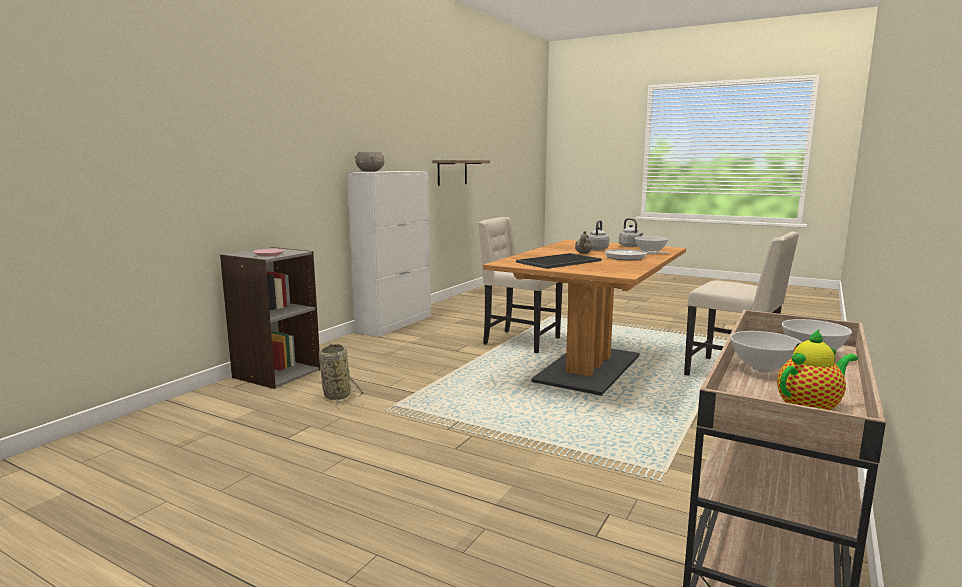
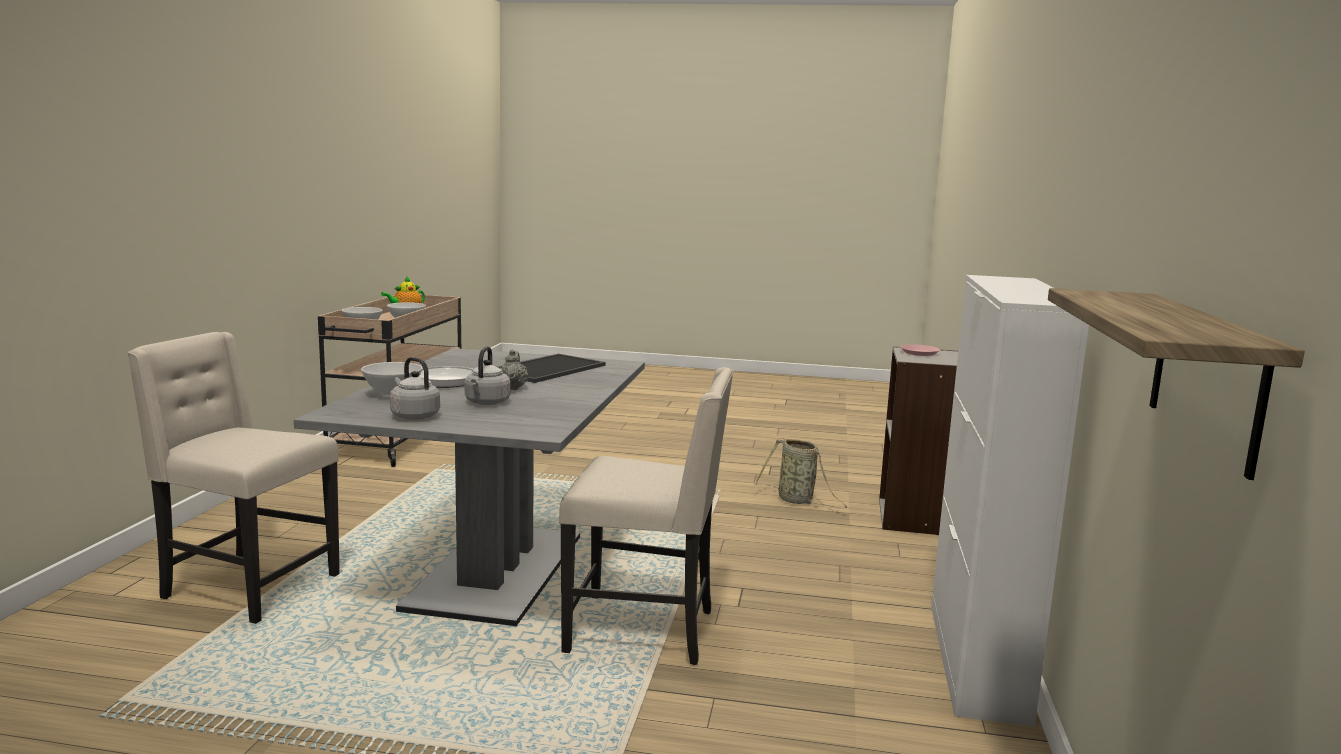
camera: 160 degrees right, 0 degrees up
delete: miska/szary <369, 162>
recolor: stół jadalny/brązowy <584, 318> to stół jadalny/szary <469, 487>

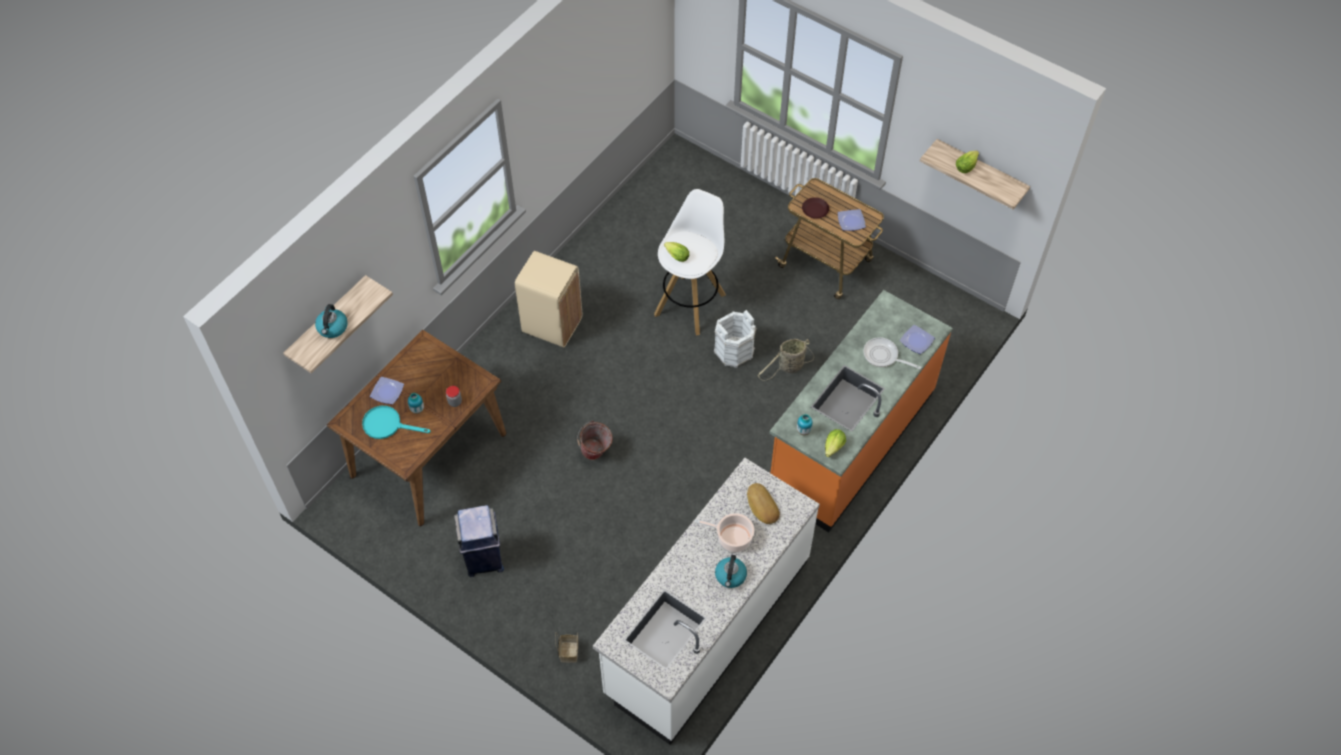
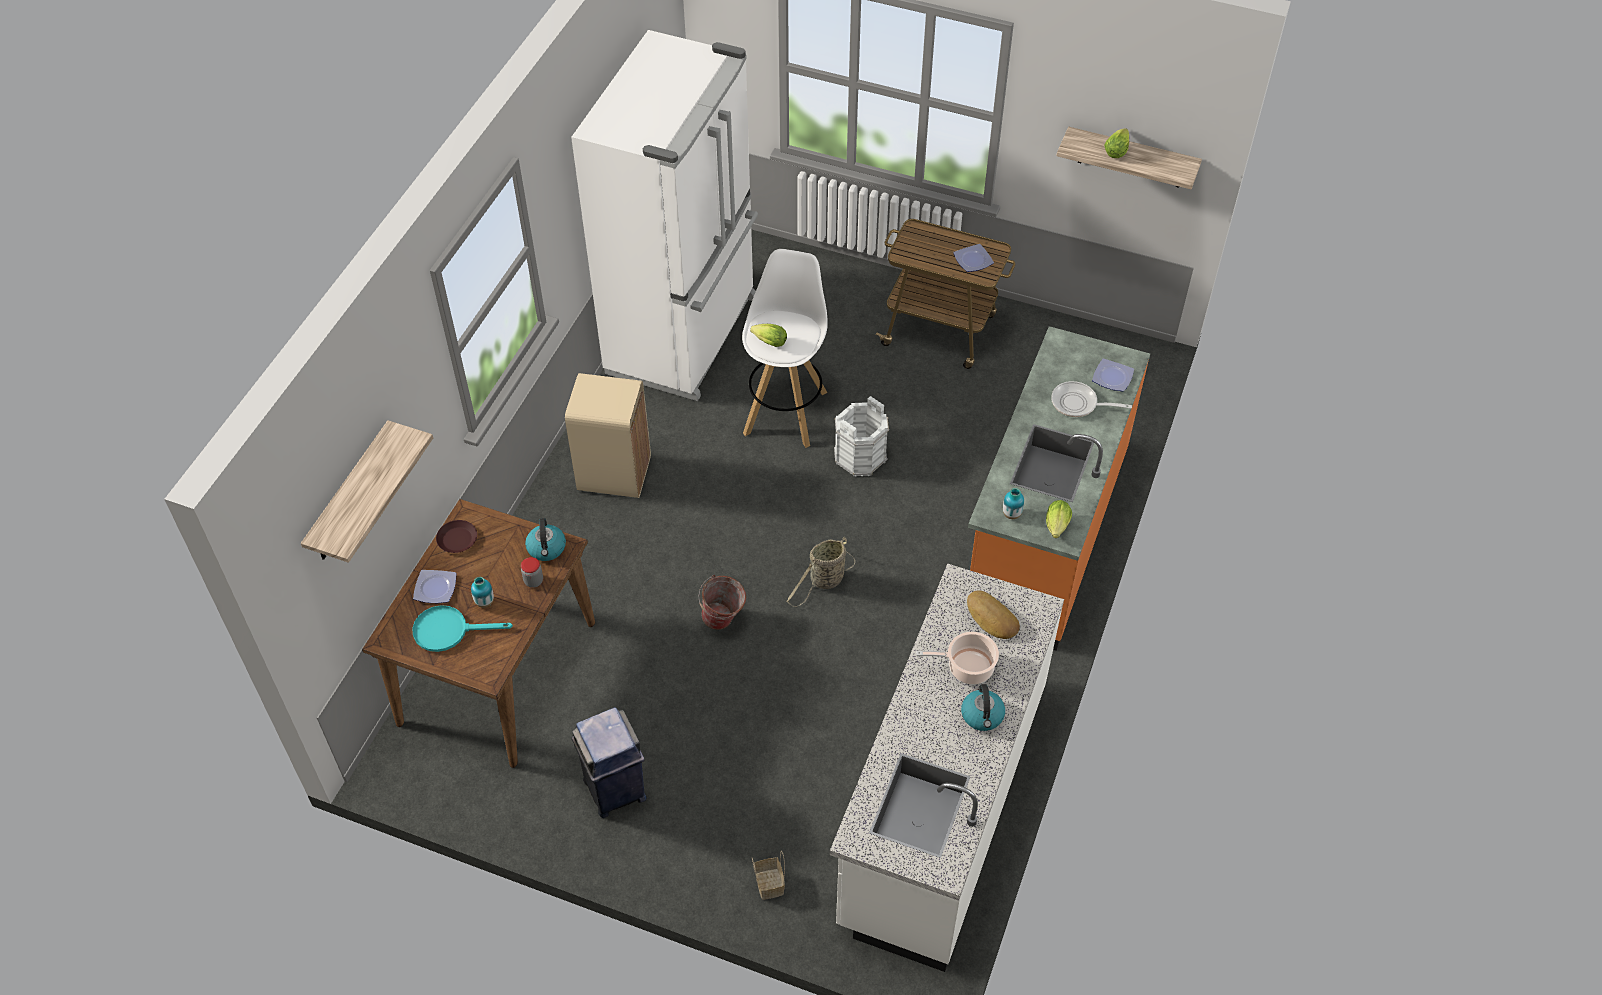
camera: 15 degrees left, 5 degrees down
insert: lodówka/biały <664, 215>
move: talerz/brązowy <815, 208> to <456, 536>; czajnik <331, 321> to <545, 539>; koszyk <785, 360> to <820, 572>

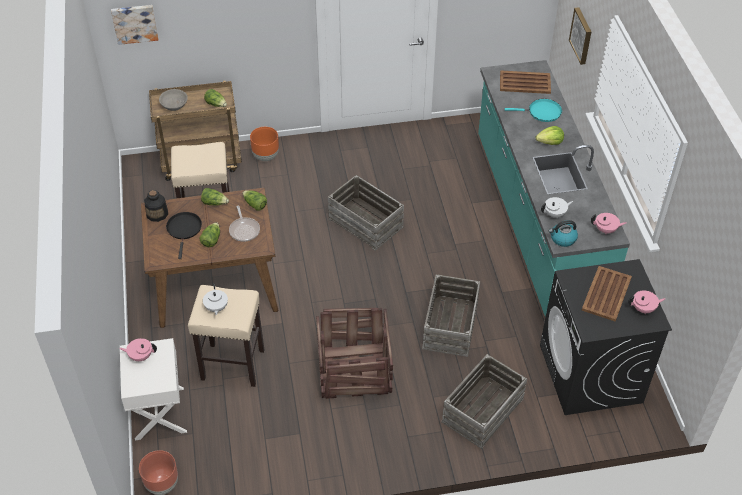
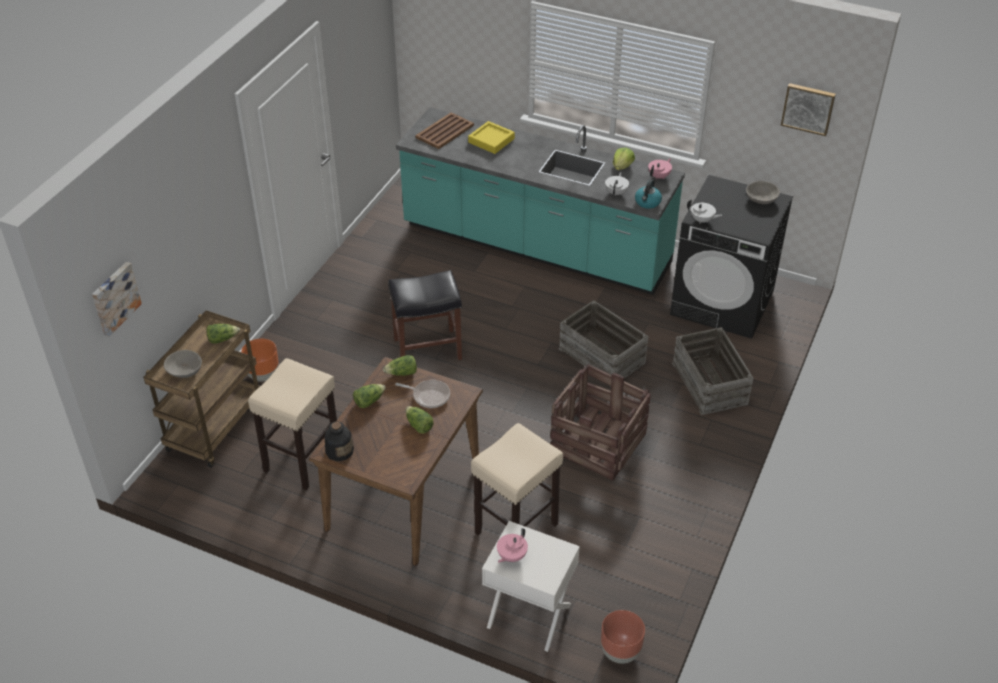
camera: 55 degrees left, 5 degrees down
delete: patelnia/czarny <184, 235>; taca/brązowy <607, 294>
move: obraz <580, 36> to <808, 109>; sałata <550, 135> to <624, 159>; imbryk/biały <215, 299> to <704, 211>
replace: patelnia/turkusowy <533, 110> to taca/żółty <491, 137>; skrzynka <366, 213> to stołek/czarny <425, 315>; imbryk/różowy <647, 302> to miska/szary <763, 192>

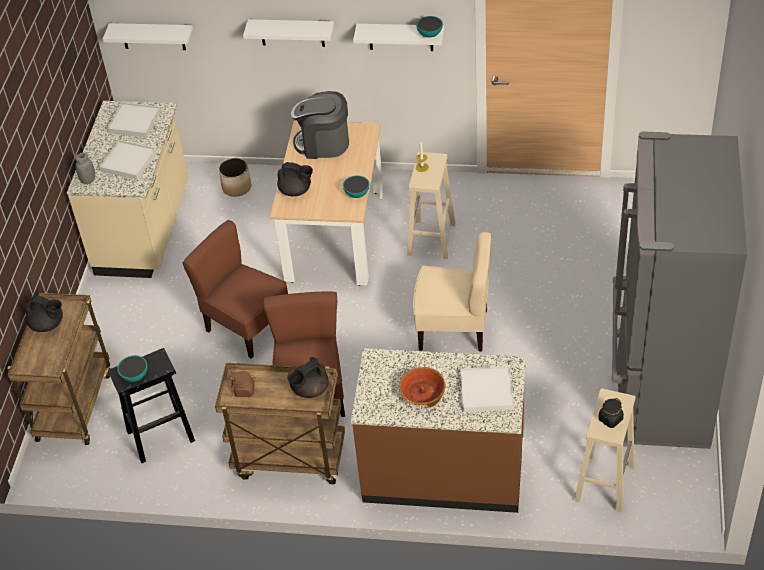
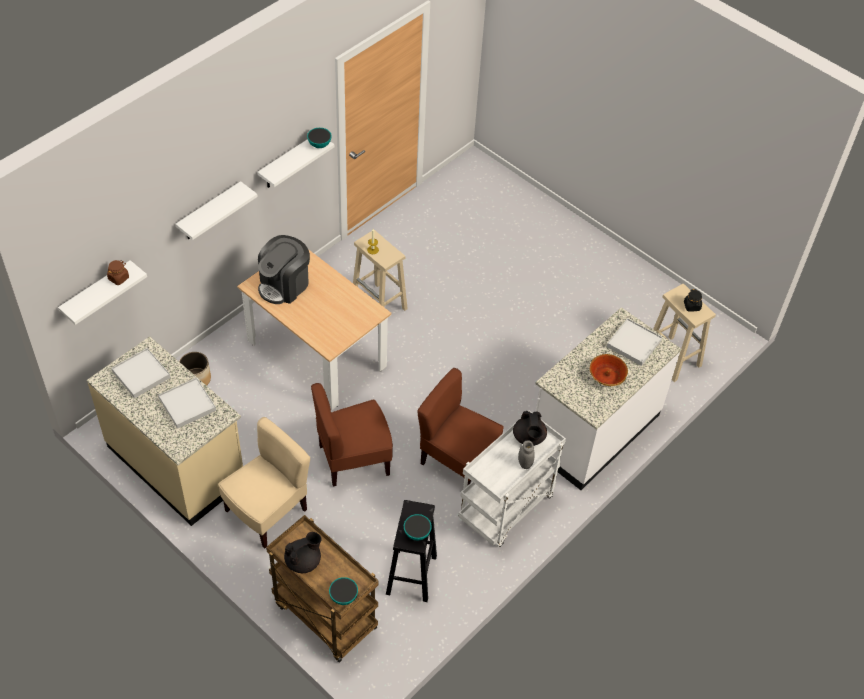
camera: 60 degrees left, 5 degrees up
delete: lodówka/szary <679, 290>; imbryk/czarny <295, 179>
move: słoik/szary <85, 168> to <526, 454>; miska <356, 186> to <343, 591>; krzesło/beżowy <452, 291> to <264, 482>; słoik/brązowy <243, 383> to <118, 272>
recolor: zabudowa kuchenna/brązowy <438, 430> to zabudowa kuchenna/biały <608, 398>; wózek/brązowy <280, 422> to wózek/biały <512, 479>

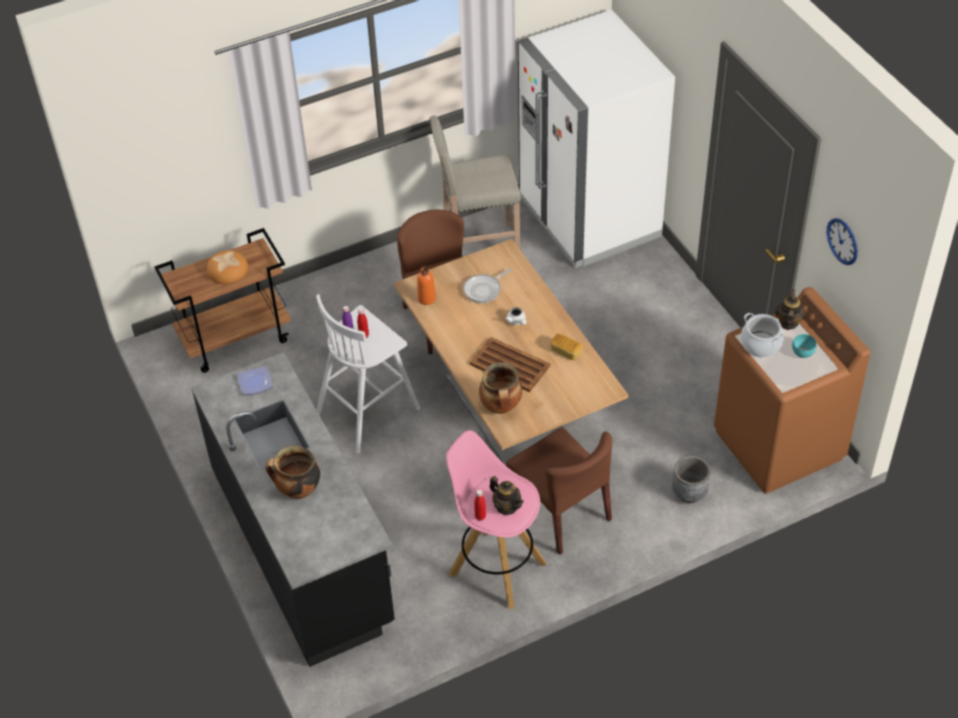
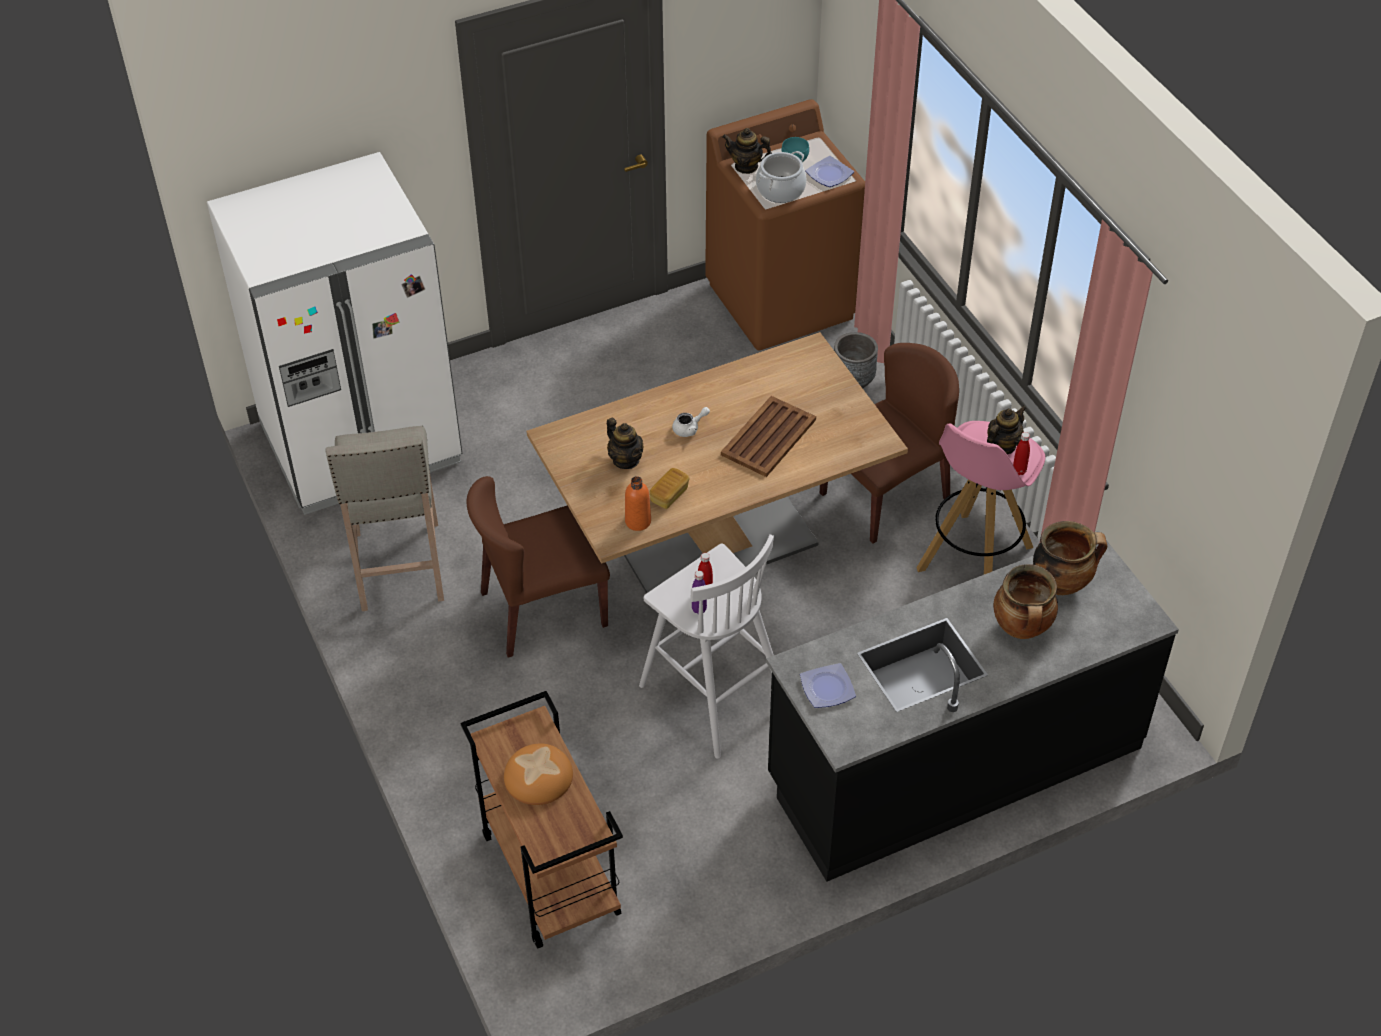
camera: 90 degrees left, 0 degrees up
delete: zegar ścienny <842, 241>
insert: talerz <829, 171>
move: chleb <567, 346> to <669, 488>; garnek <500, 388> to <1070, 558>
replace: patelnia <487, 285> to imbryk <625, 443>

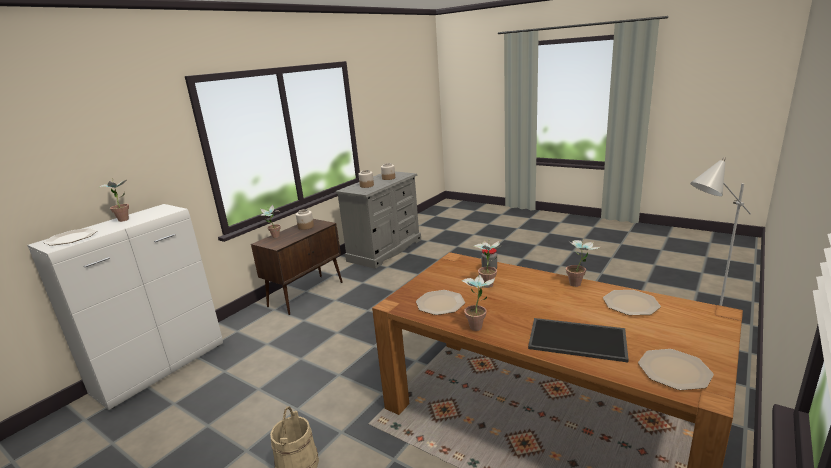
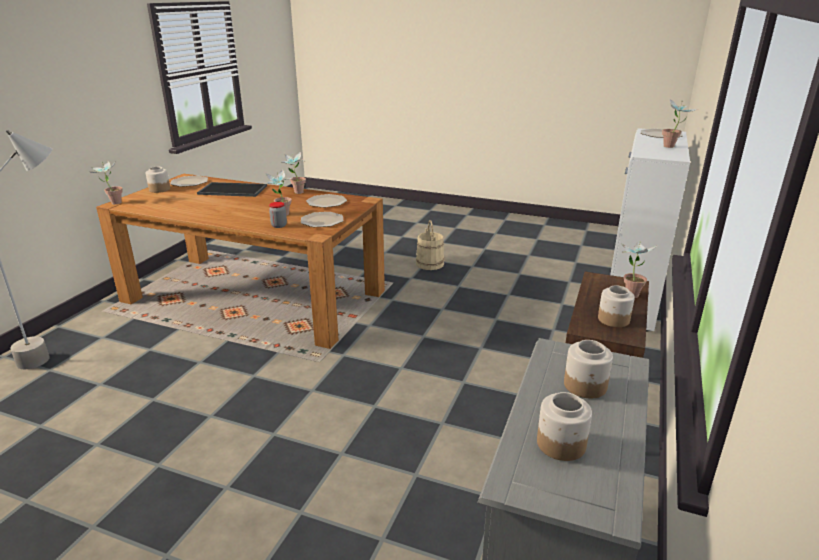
camera: 165 degrees right, 5 degrees up
insert: słoik <158, 180>
move: roślina doniczkowa <583, 263> to <106, 182>; talerz <632, 302> to <322, 219>

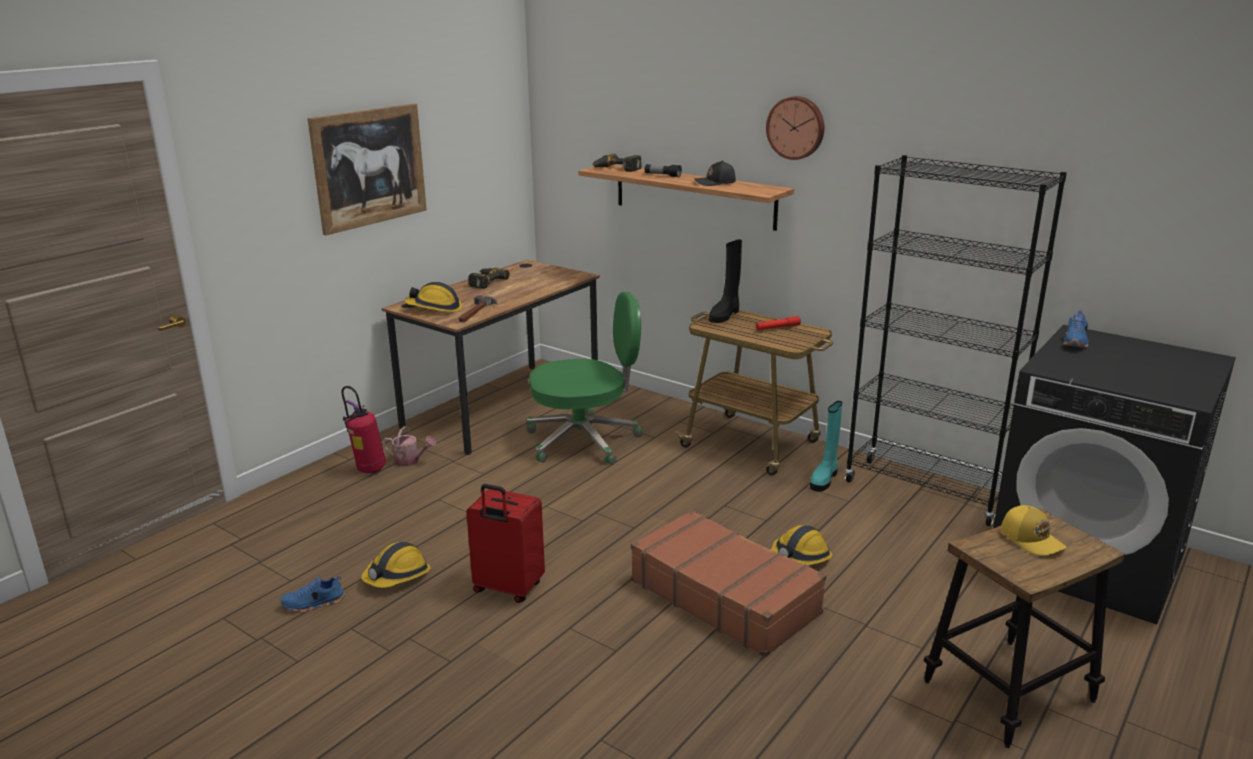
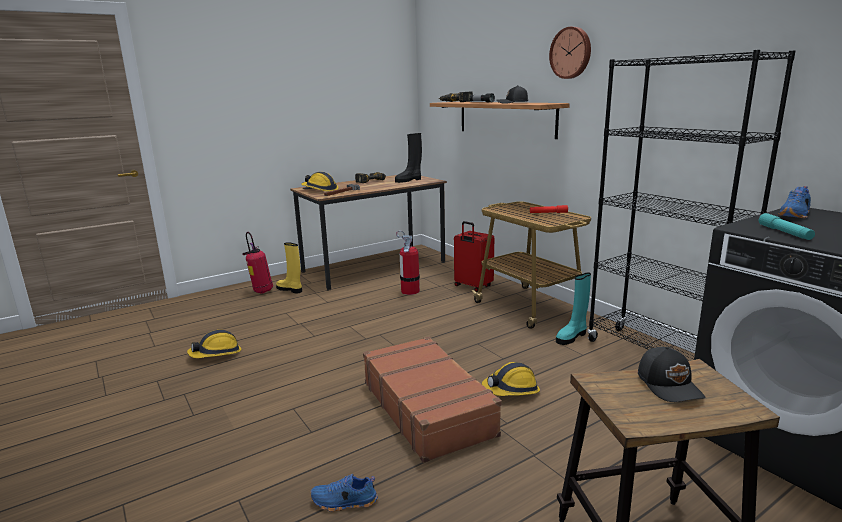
camera: 20 degrees right, 5 degrees down
delete: obraz <367, 169>
insert: latarka/turkusowy <787, 226>
move: but z cholewką/czarny <725, 281> to <408, 158>; walizka/czerwony <505, 543> to <474, 256>; but/niebieski <312, 594> to <344, 493>
replace: krzesło biurowe/zielony <584, 378> to gaśnica <408, 263>; konewka <409, 446> to but z cholewką/żółty <289, 267>
recolor: czapka z daszkiem/żółty <1034, 530> to czapka z daszkiem/czarny <672, 374>

